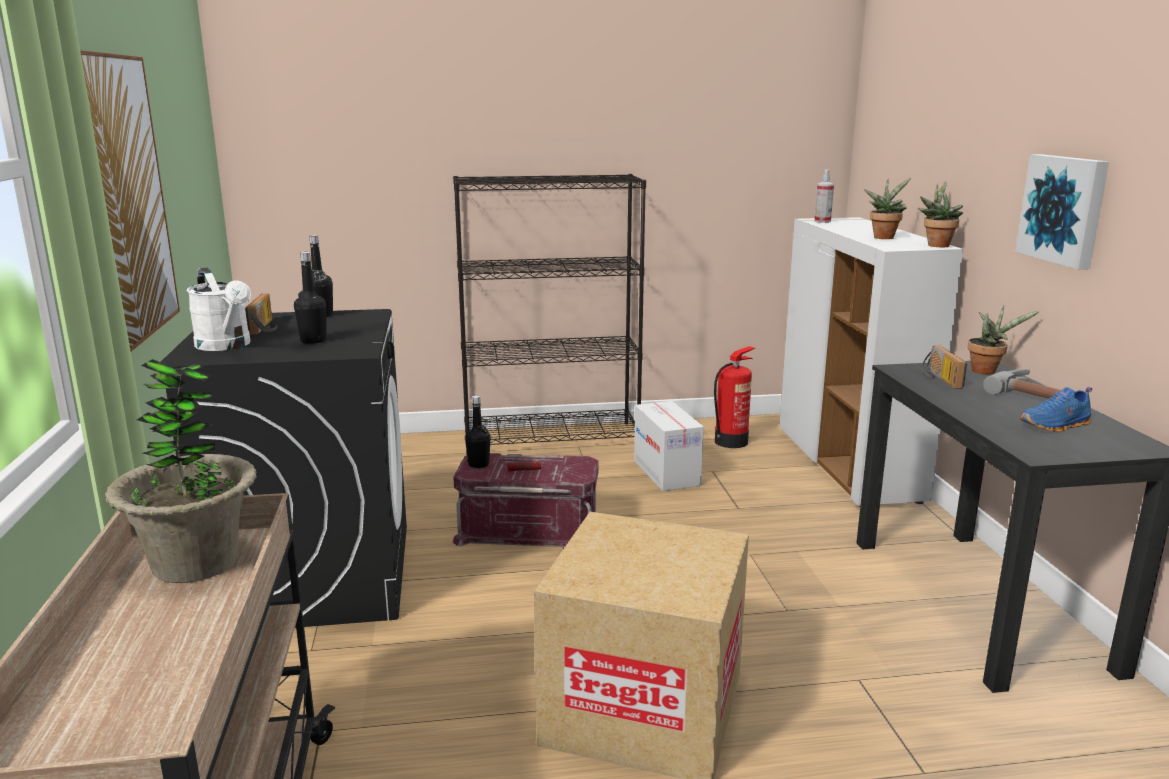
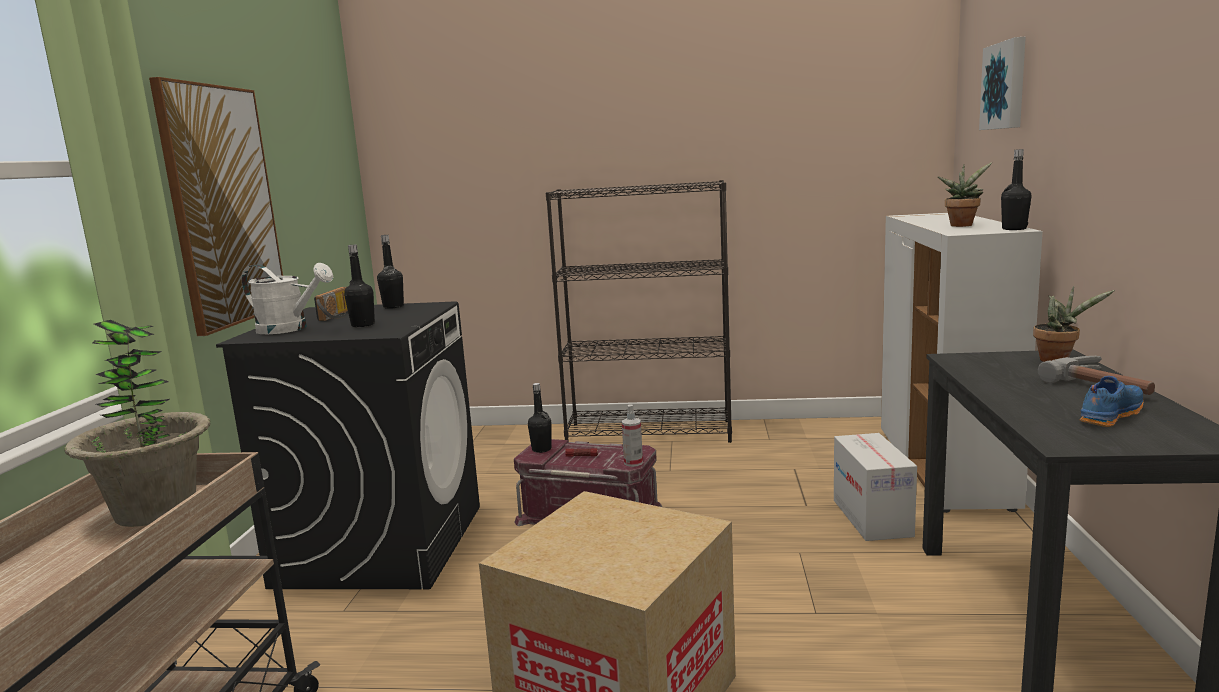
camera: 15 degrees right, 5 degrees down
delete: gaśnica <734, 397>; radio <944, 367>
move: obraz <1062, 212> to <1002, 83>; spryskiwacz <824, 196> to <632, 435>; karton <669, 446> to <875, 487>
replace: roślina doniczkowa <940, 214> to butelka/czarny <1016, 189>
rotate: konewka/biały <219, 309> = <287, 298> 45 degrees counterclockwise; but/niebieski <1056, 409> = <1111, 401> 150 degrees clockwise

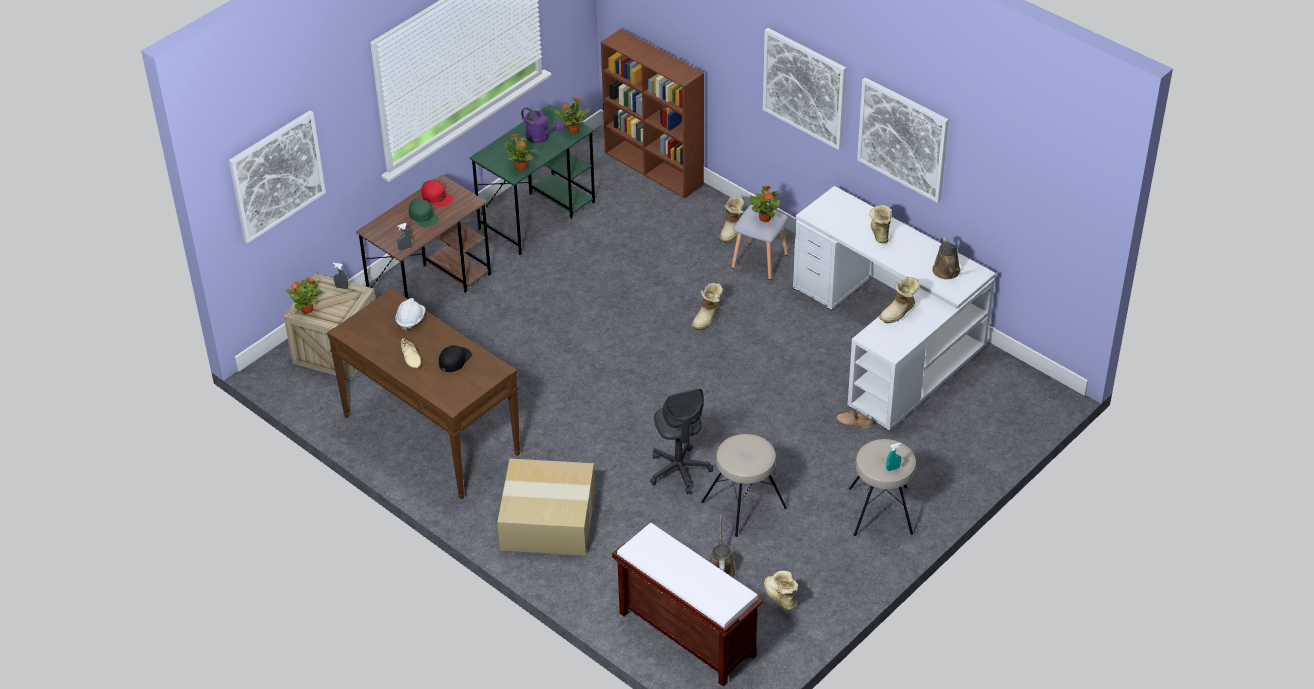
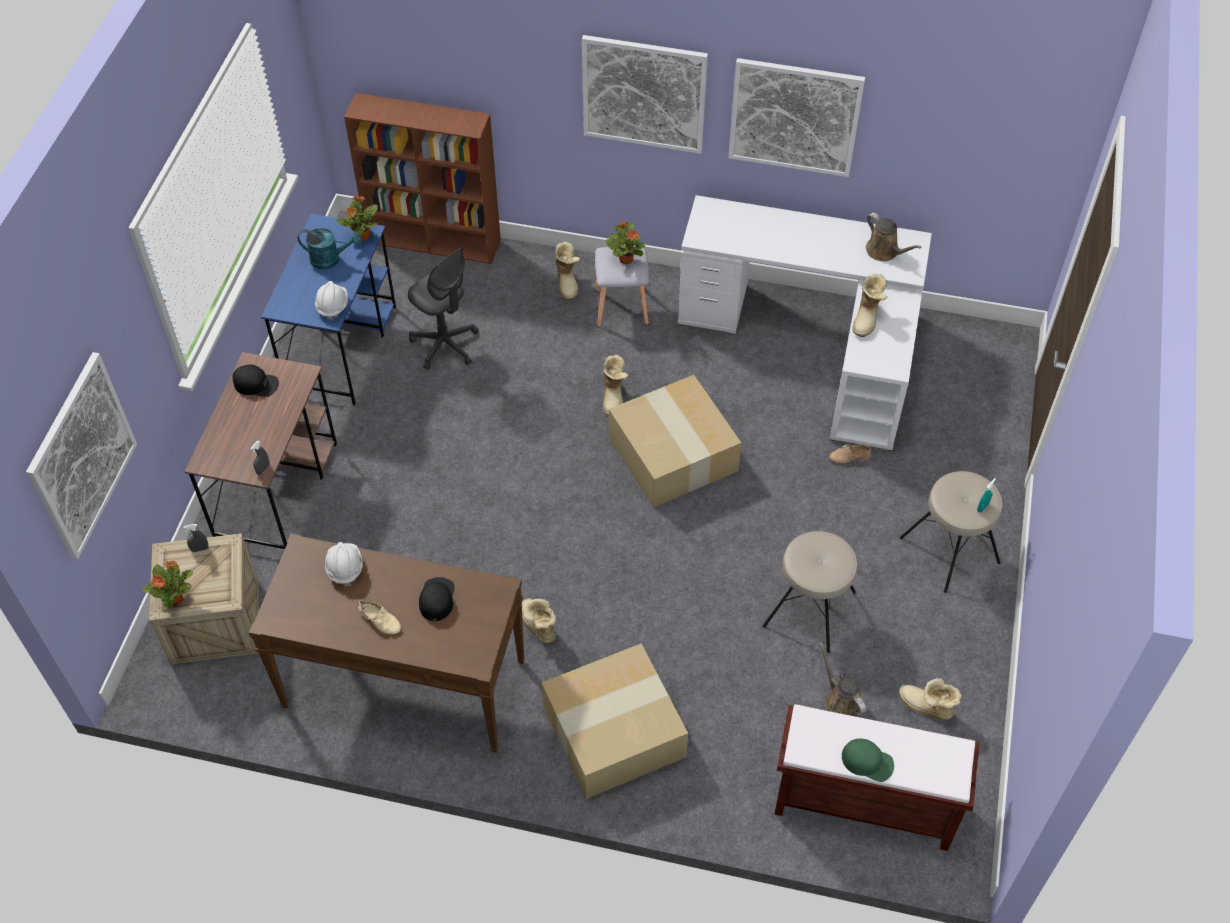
camera: 30 degrees left, 10 degrees up
insert: karton <675, 441>
move: czapka z daszkiem/zielony <424, 213> to <868, 760>; but z cholewką <880, 224> to <539, 621>; krzesło biurowe/szary <681, 441> to <443, 308>
replace: roślina doniczkowa <521, 152> to kask/biały <331, 301>
recolor: biurko/zielony <532, 179> to biurko/niebieski <328, 310>; konewka/fioletowy <542, 125> to konewka/turkusowy <330, 248>; czapka z daszkiem/czerwony <437, 193> to czapka z daszkiem/czarny <256, 381>

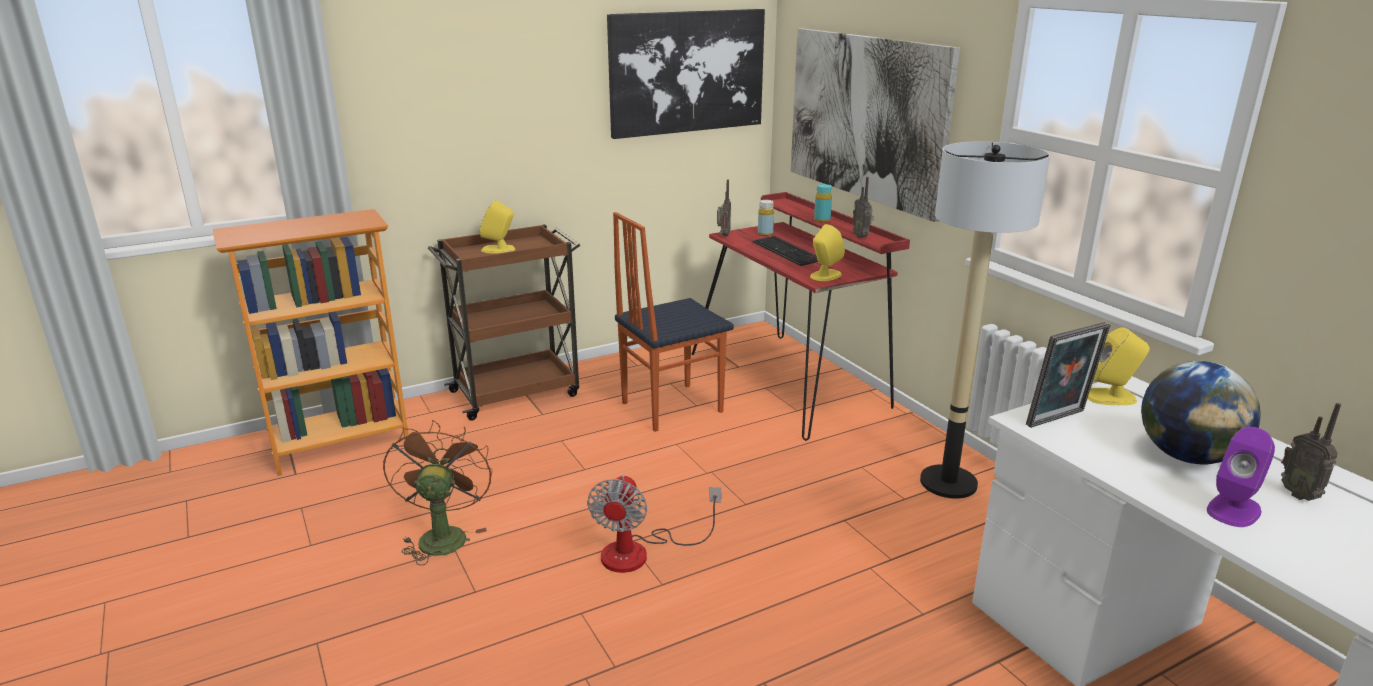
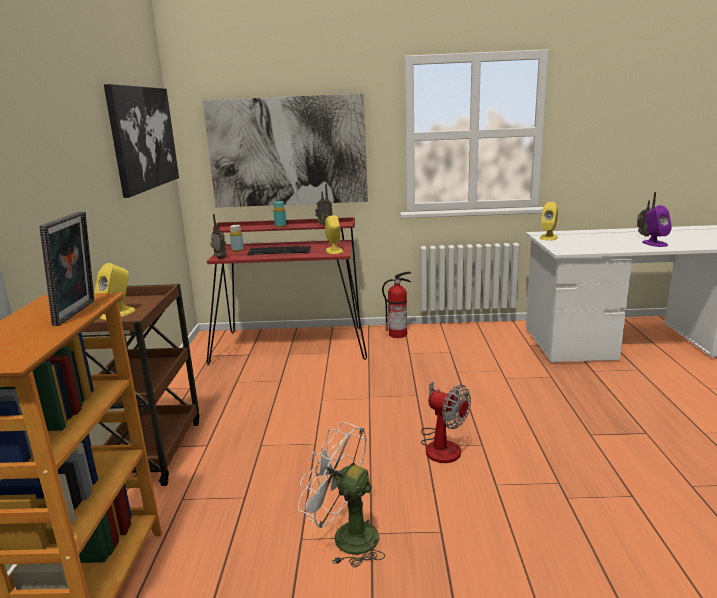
camera: 60 degrees left, 5 degrees down
delete: lampa stojąca <985, 320>; krzesło <673, 322>; globus <1201, 413>
insert: gaśnica <396, 305>
move: ramka na zdjęcie <1068, 375> to <66, 268>
recolor: wentylator/brązowy <437, 492> to wentylator/biały <341, 495>

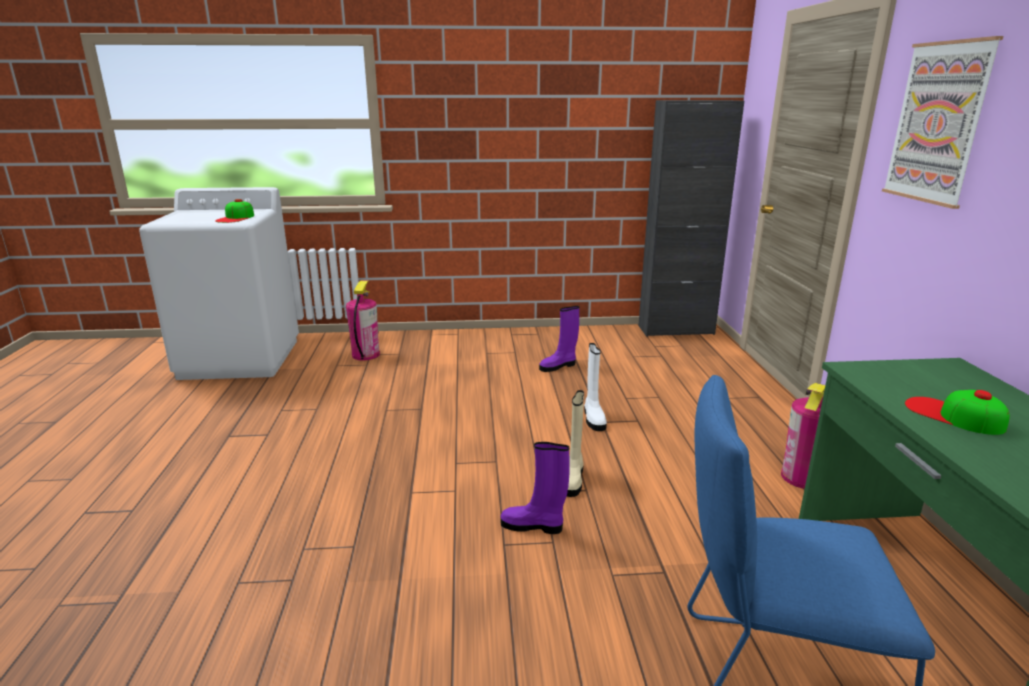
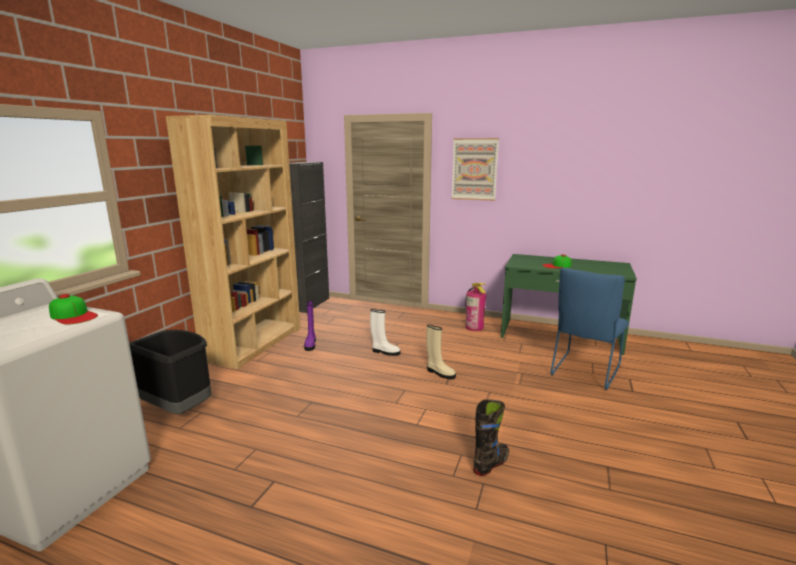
camera: 65 degrees left, 5 degrees down
delete: but z cholewką/fioletowy <535, 488>
insert: regał/brązowy <233, 242>; but z cholewką/czarny <491, 437>
replace: gaśnica <363, 320> to kosz na śmieci/czarny <170, 372>

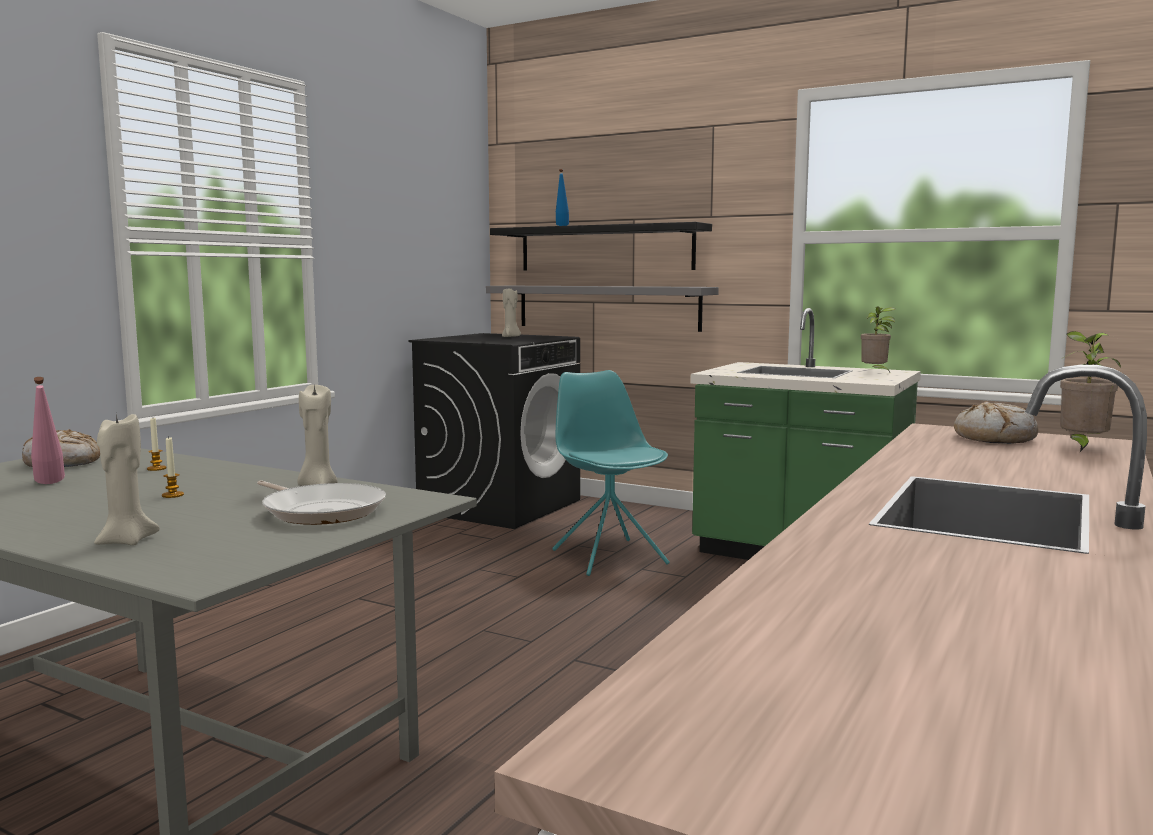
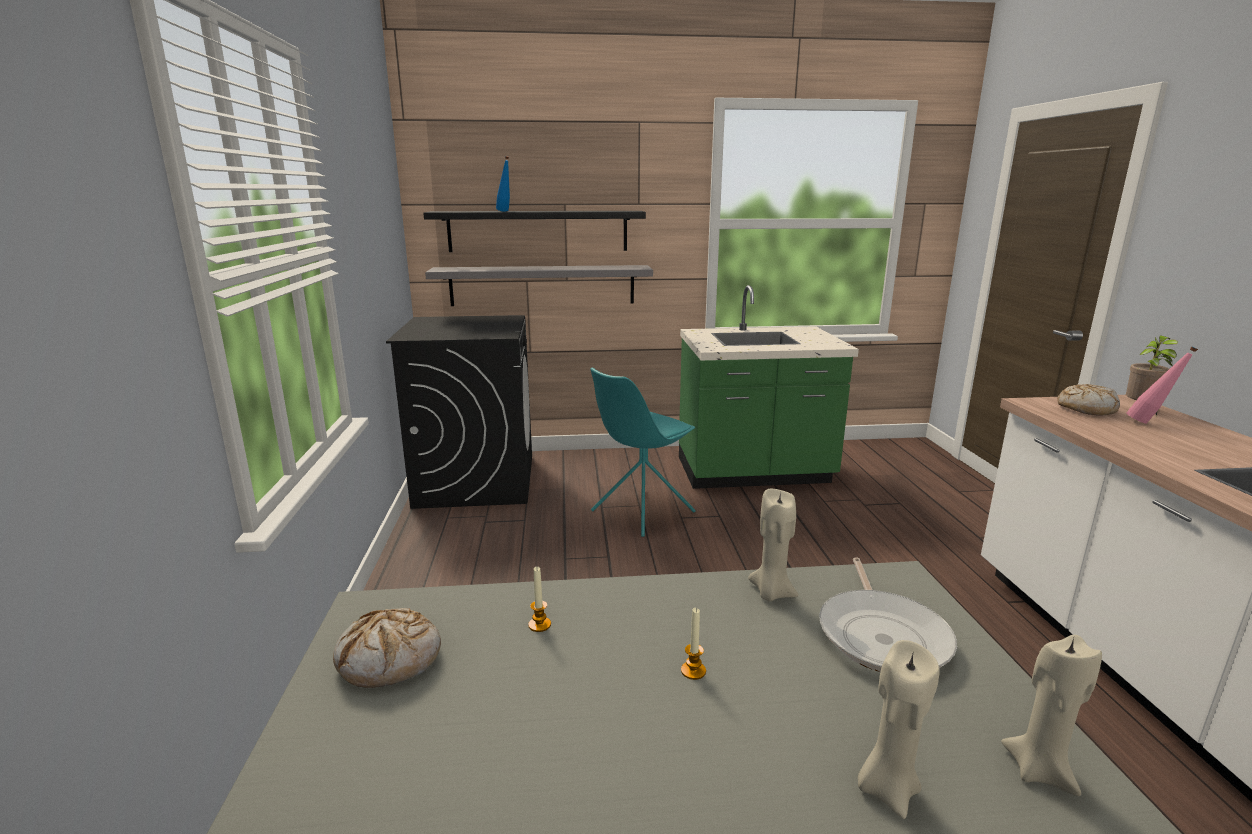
camera: 35 degrees left, 10 degrees up
delete: roślina doniczkowa <878, 339>
move: świeca/beżowy <511, 313> to <1051, 715>; butelka/różowy <48, 430> to <1162, 385>
rotate: krzesło/turkusowy <611, 473> = <643, 452> 75 degrees counterclockwise; patelnia <321, 502> = <888, 614> 90 degrees clockwise

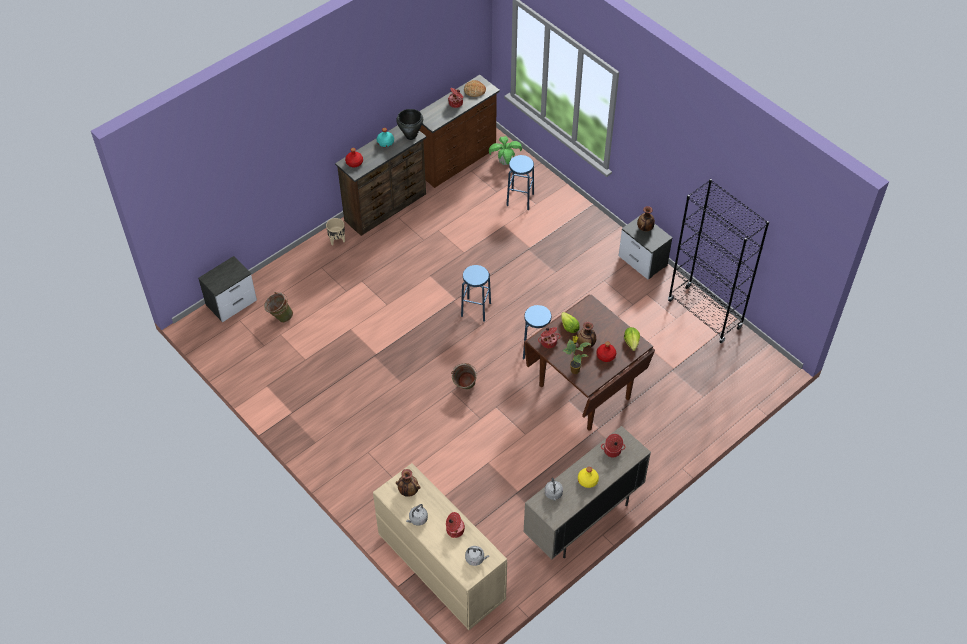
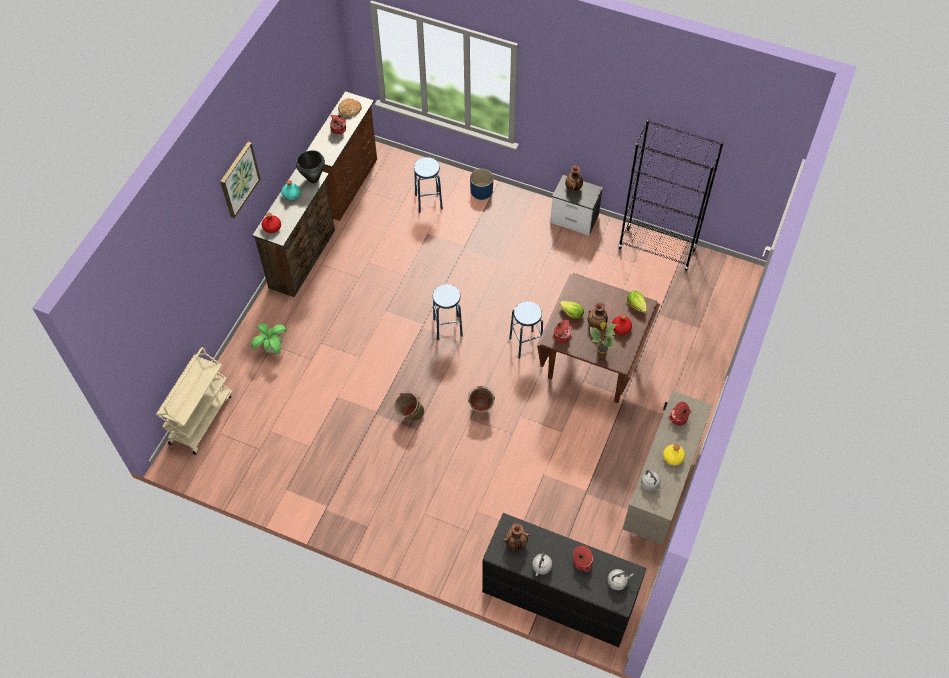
camera: 25 degrees left, 5 degrees up
delete: donica/beżowy <335, 232>
insert: obraz <240, 180>; donica/niebieski <481, 184>
move: roślina doniczkowa <505, 150> to <269, 338>; wiadro/zielony <278, 307> to <409, 406>
replace: szafka nocna <227, 289> to wózek/beżowy <194, 401>
recolor: komoda/beżowy <440, 546> to komoda/czarny <564, 580>

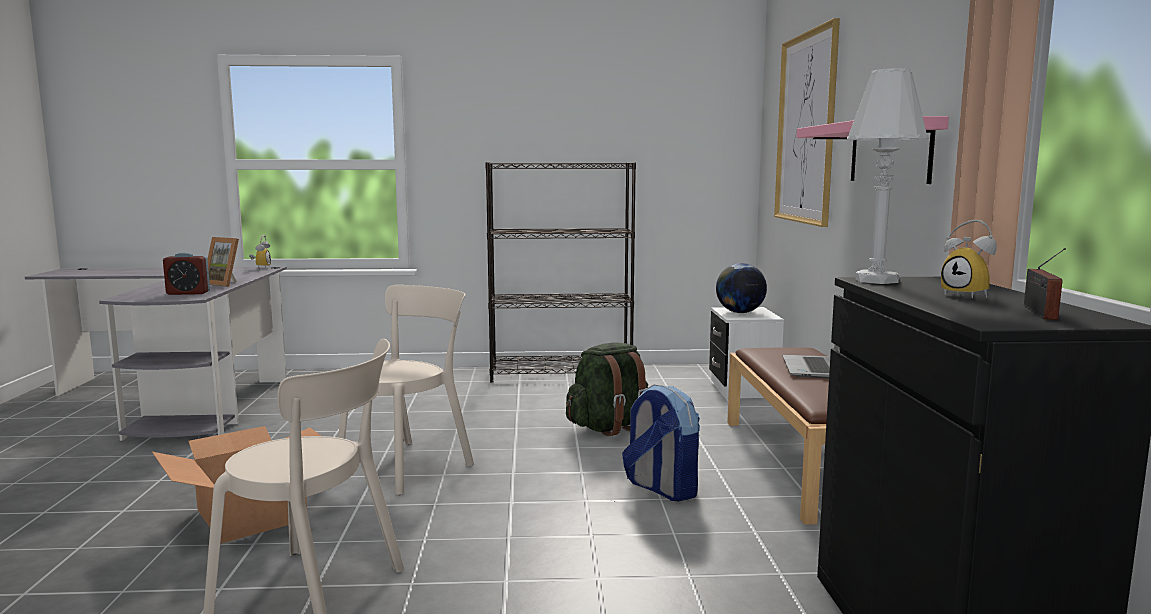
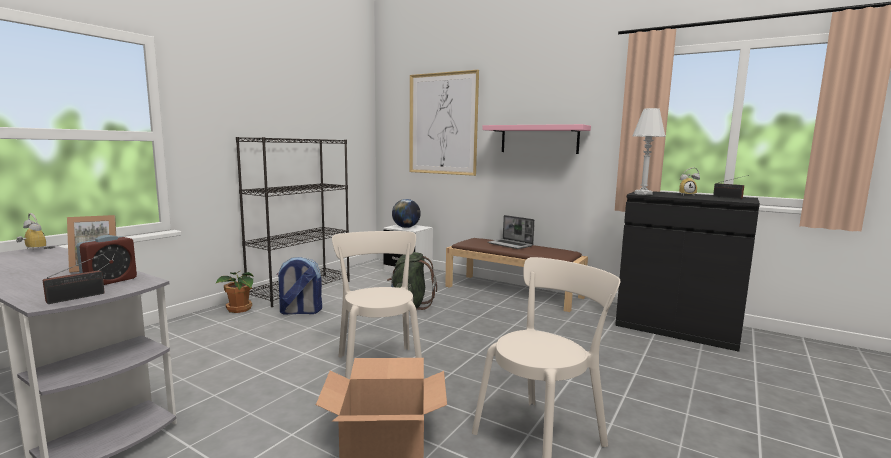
camera: 55 degrees left, 0 degrees up
insert: radio <74, 278>; roślina doniczkowa <234, 292>
move: plecak <661, 443> to <299, 286>

